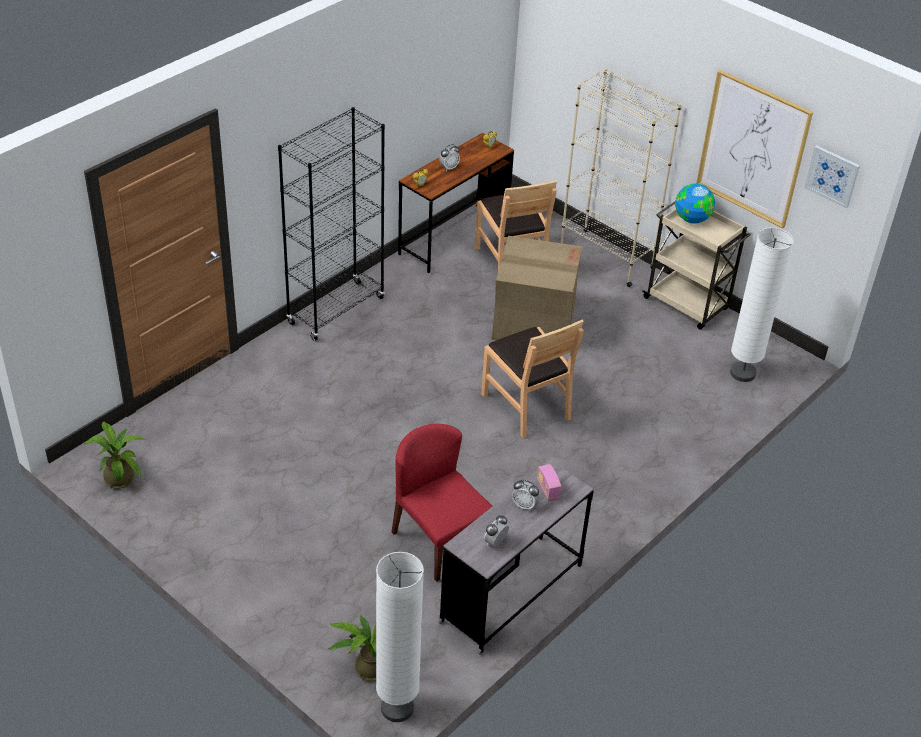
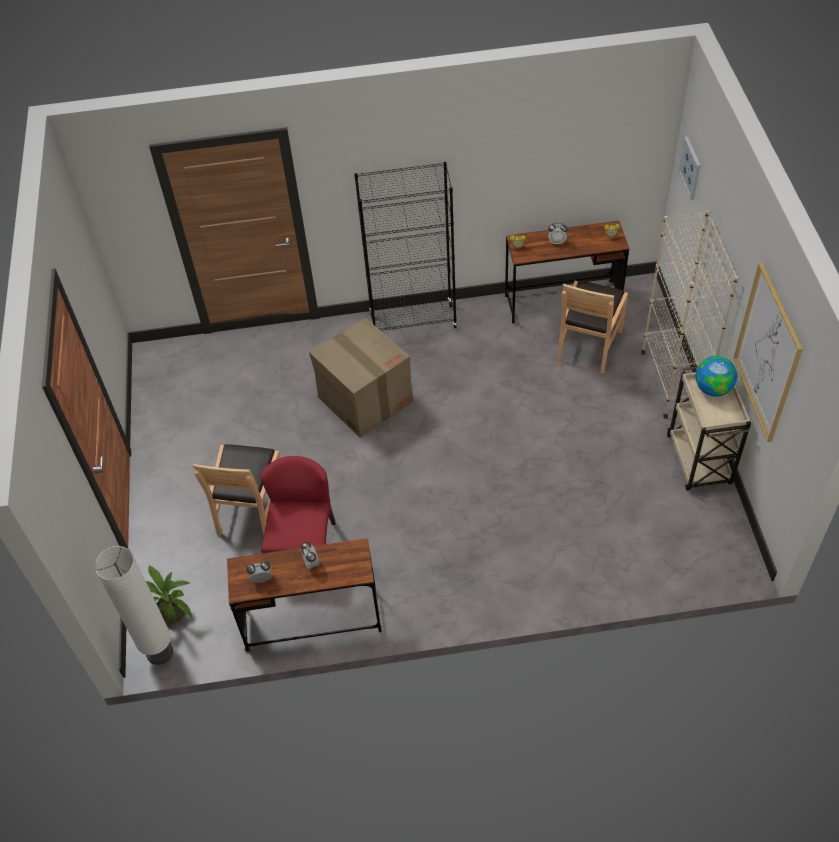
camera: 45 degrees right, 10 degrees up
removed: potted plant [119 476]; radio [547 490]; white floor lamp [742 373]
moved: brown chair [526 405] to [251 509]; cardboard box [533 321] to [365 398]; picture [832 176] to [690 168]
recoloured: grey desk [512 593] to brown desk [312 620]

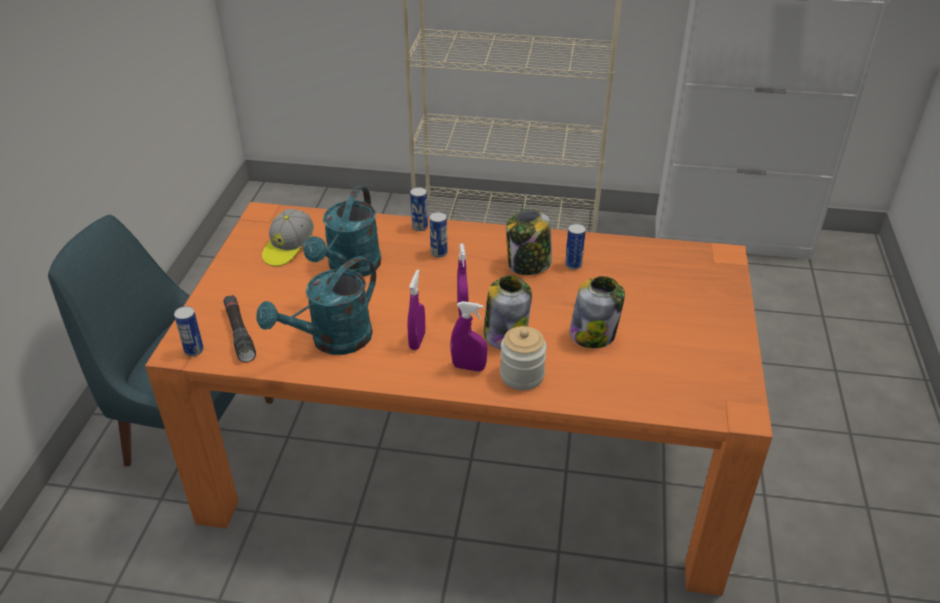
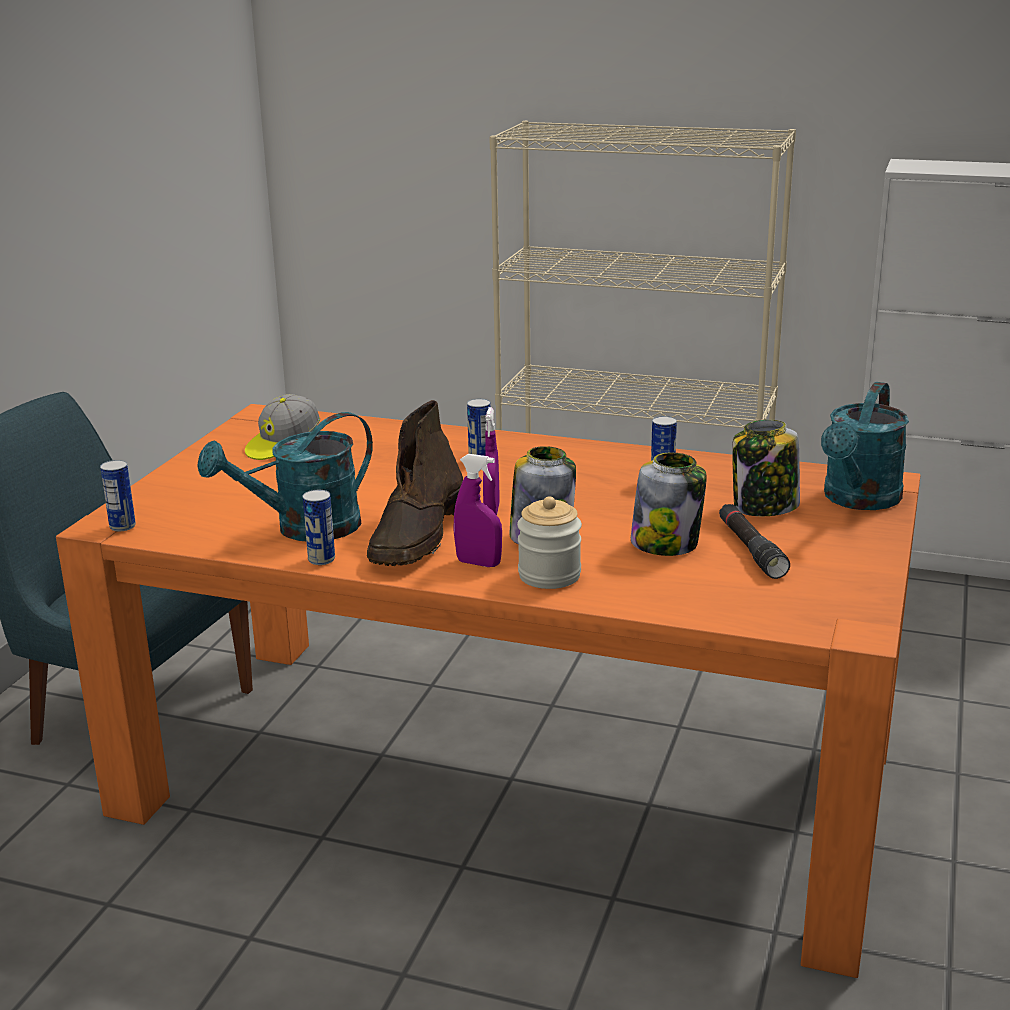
camera: 10 degrees right, 15 degrees down
moved: black flashlight [239 333] to [751 549]; turquoise watering can [350 269] to [858 500]; can [420 227] to [321 559]; jar [528 265] to [764 507]
replaced: purple spray bottle [417 341] to brown boot [418 535]

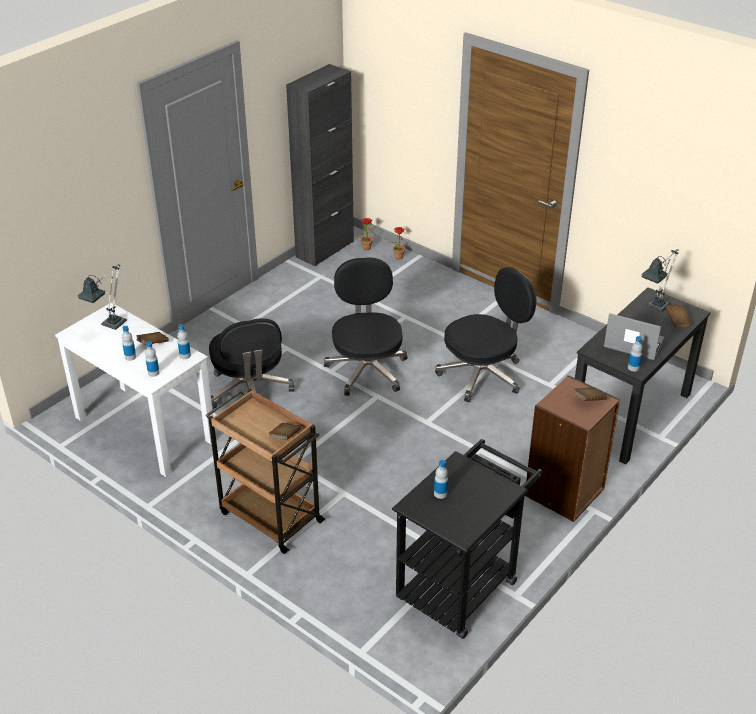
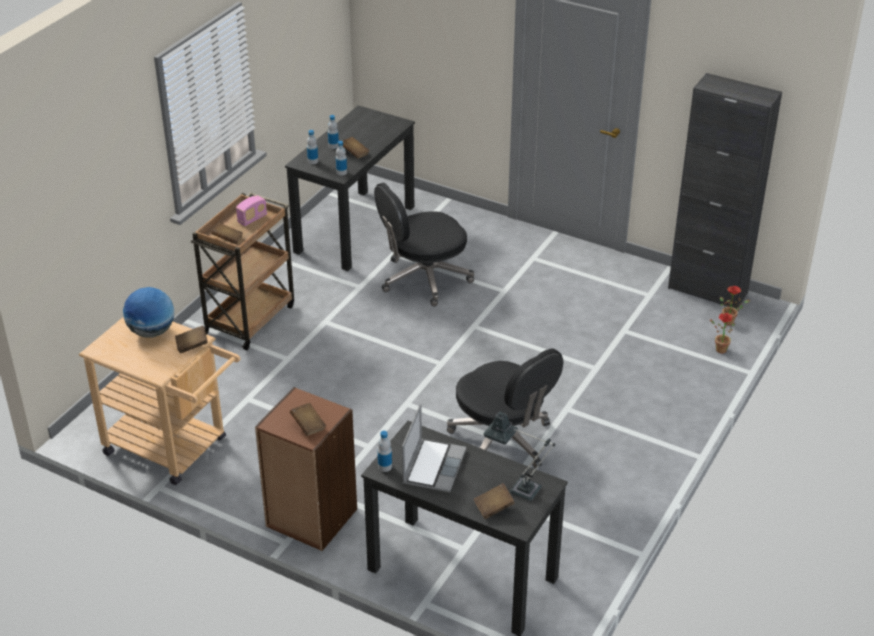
camera: 80 degrees right, 0 degrees up
removed: table lamp [110 326]; black office chair [367 369]
added: brown book [192 346]; radio [252 219]
replaced: bottle [440 494] to globe [152 332]
recoloured: white desk [144 428] to black desk [355 228]; black cart [462 583] to beige cart [174 449]

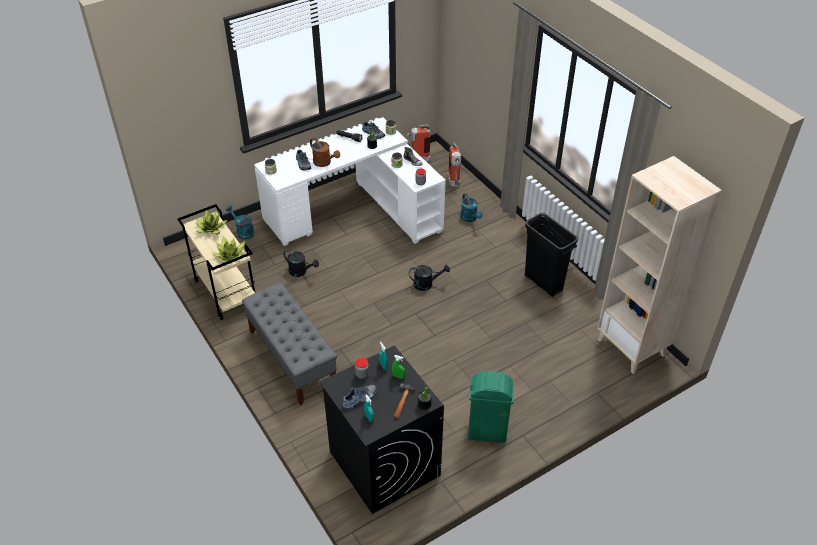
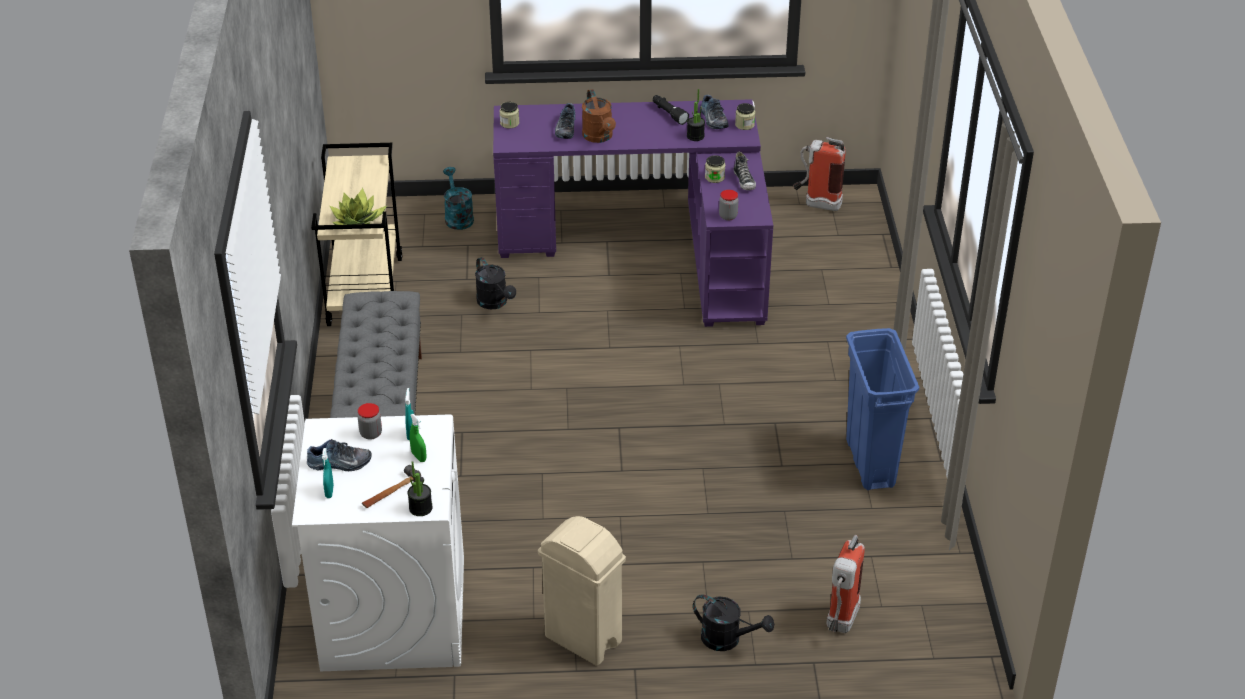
camera: 30 degrees right, 5 degrees down
removed: potted plant [211 229]; turquoise watering can [470 218]; beige bookcase [632 347]
moved: black watering can [426 284] to [728 639]; fire extinguisher [454 184] to [840 624]
recoloured: white desk [356 211] to purple desk [652 246]; black washing machine [384 463] to white washing machine [393 612]; green trash can [487 432] to beige trash can [583 640]; black trash can [543 282] to blue trash can [870 463]

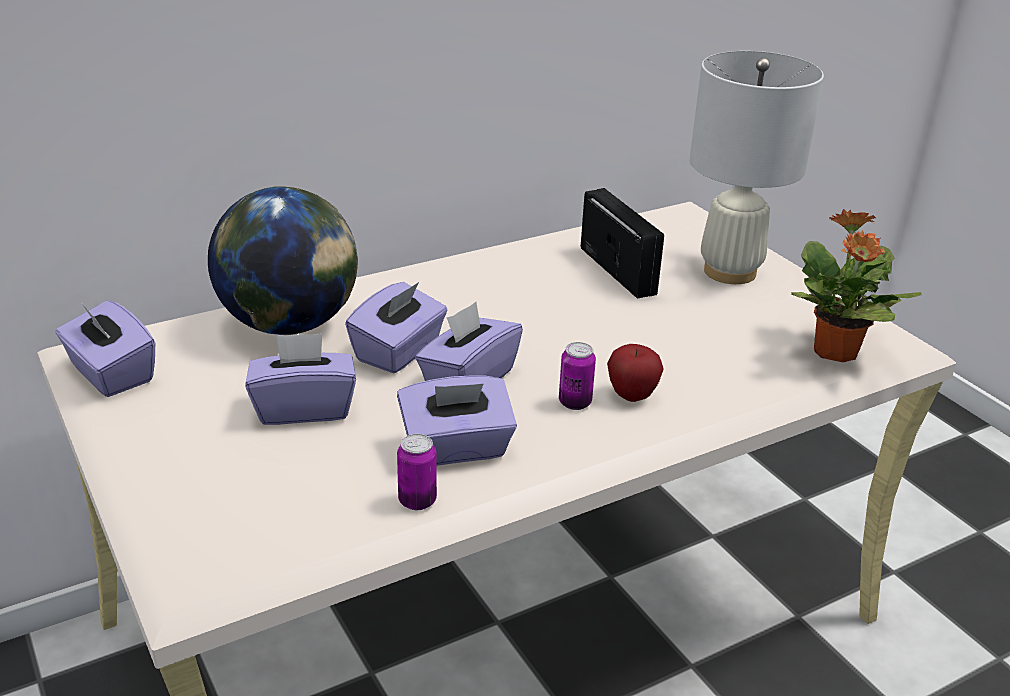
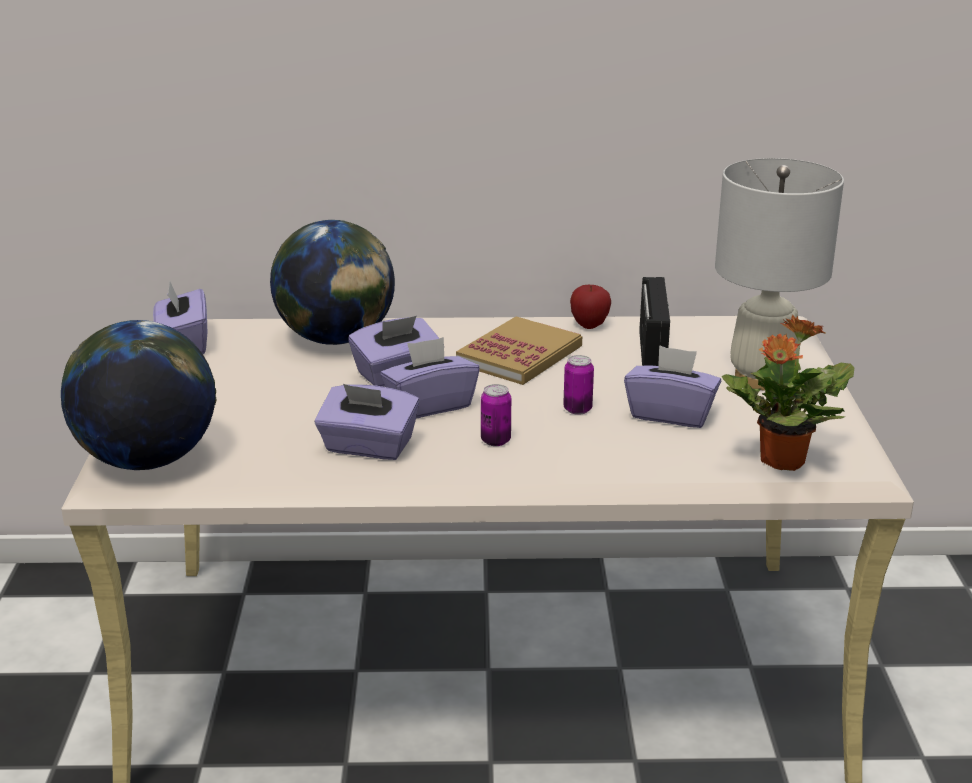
camera: 30 degrees right, 5 degrees down
added: globe [148 460]; book [519 355]
moved: purple tissue box [304 408] to [671 414]; can [417 501] to [577 409]; apple [631 396] to [589 326]

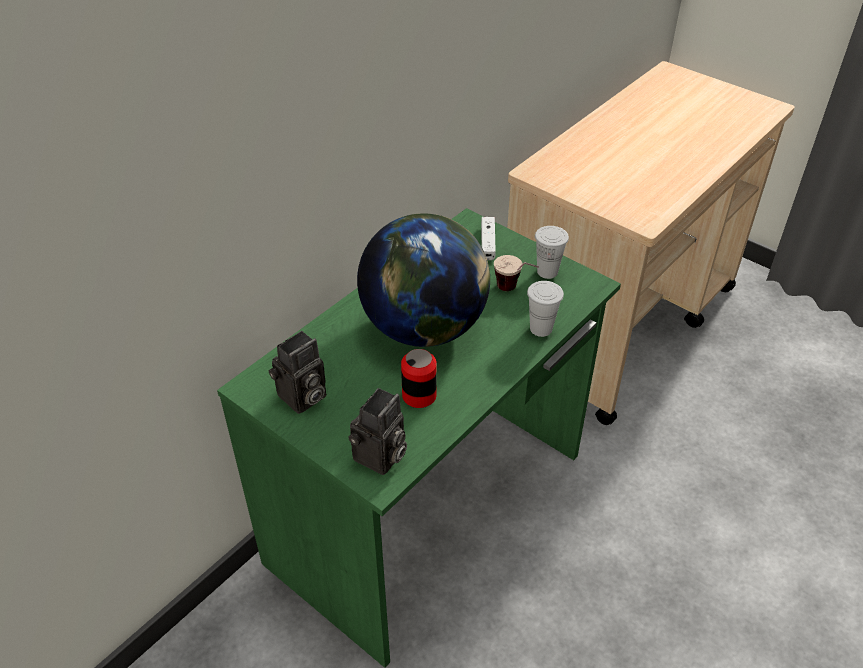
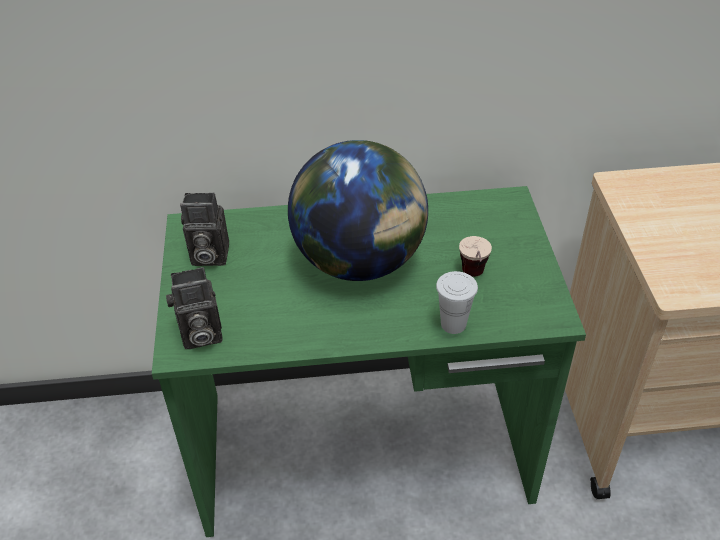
camera: 45 degrees right, 0 degrees up
removed: can [419 396]; white game controller [487 243]; white cup [547 272]

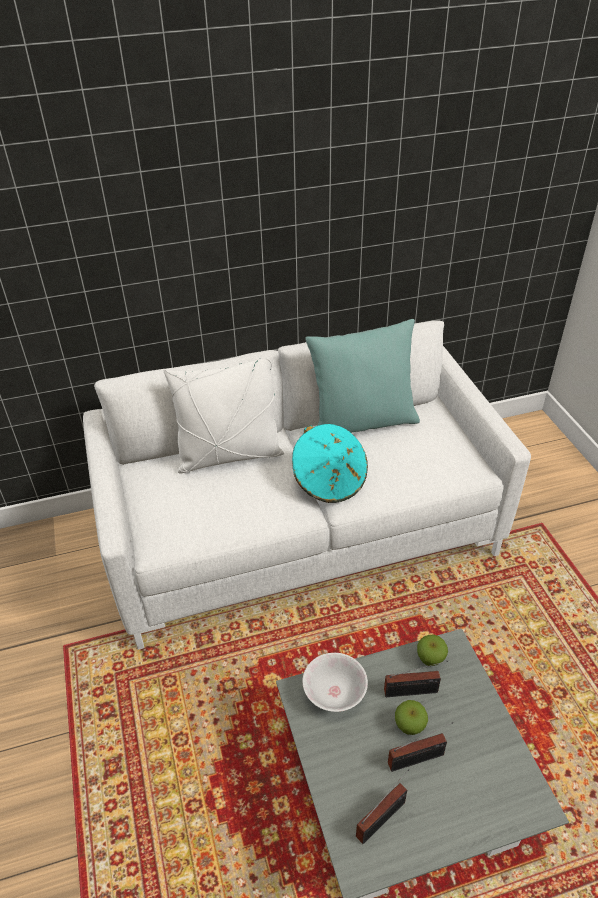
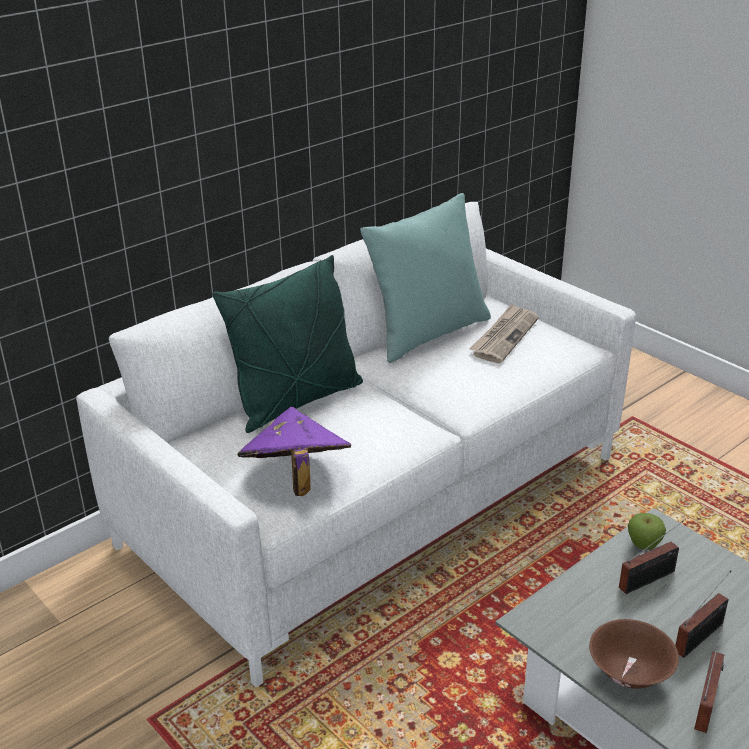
camera: 25 degrees left, 10 degrees down
removed: turquoise hat [329 481]; white bowl [334 693]; apple [409 726]
added: purple hat [295 479]; newspaper [504 336]; brown bowl [630 673]
recoloured: white pillow [229 456] to green pillow [297 401]

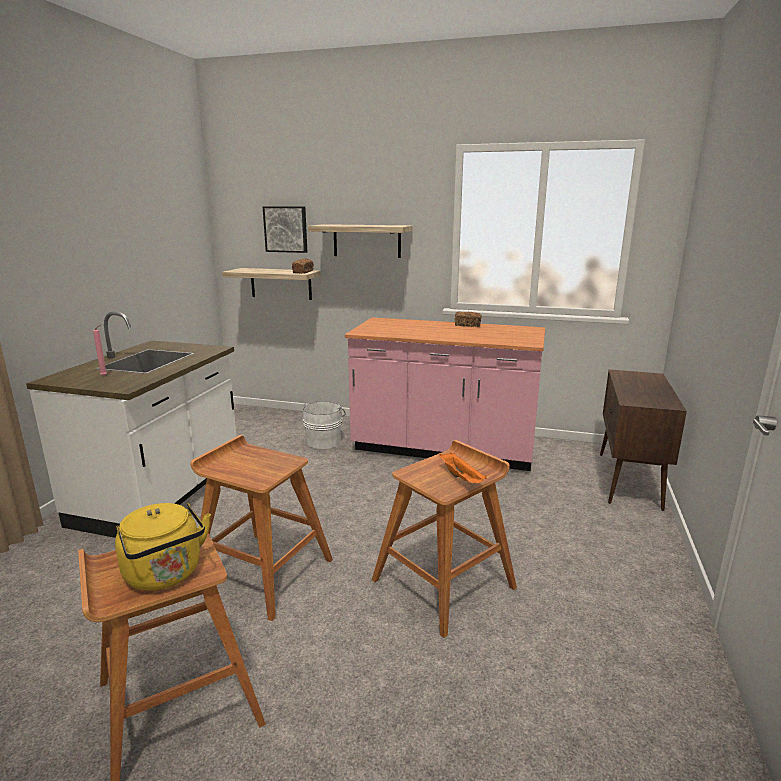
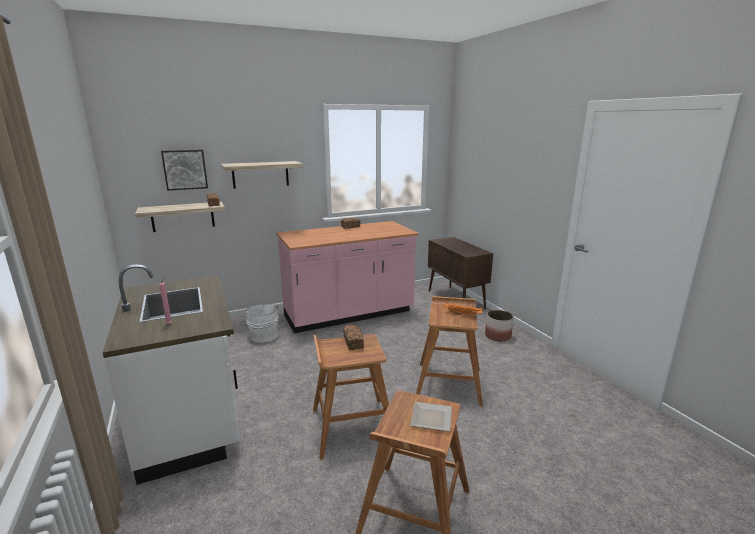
camera: 40 degrees left, 0 degrees up
added: bread [353 343]; planter [497 336]
replaced: yellow kettle [166 575] to plate [432 420]

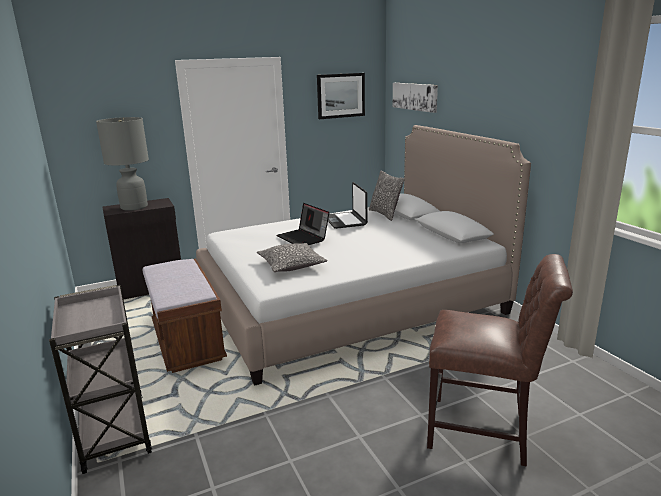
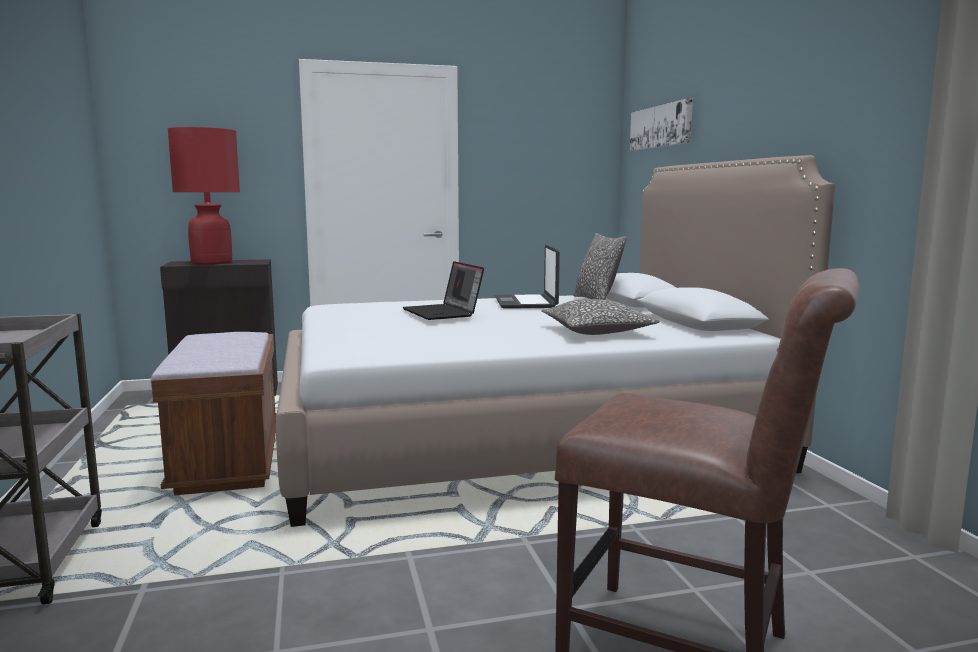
camera: 10 degrees right, 10 degrees down
removed: picture [340 95]
moved: pillow [291 265] to [597 331]
recoloured: grey table lamp [134 207] to red table lamp [211 263]

